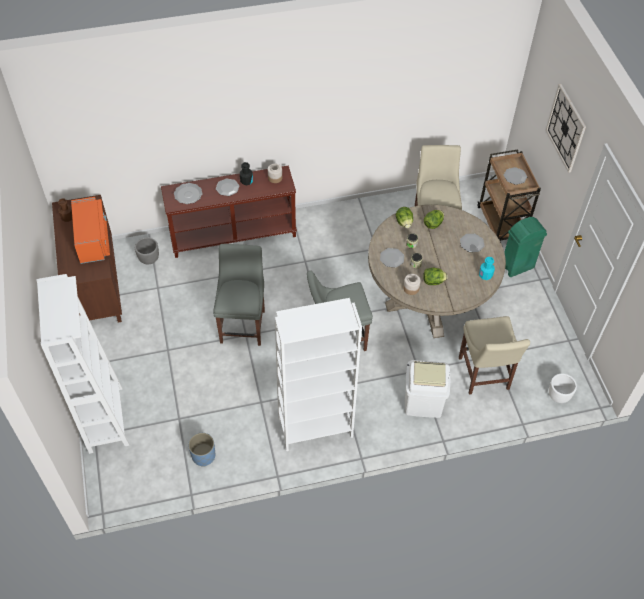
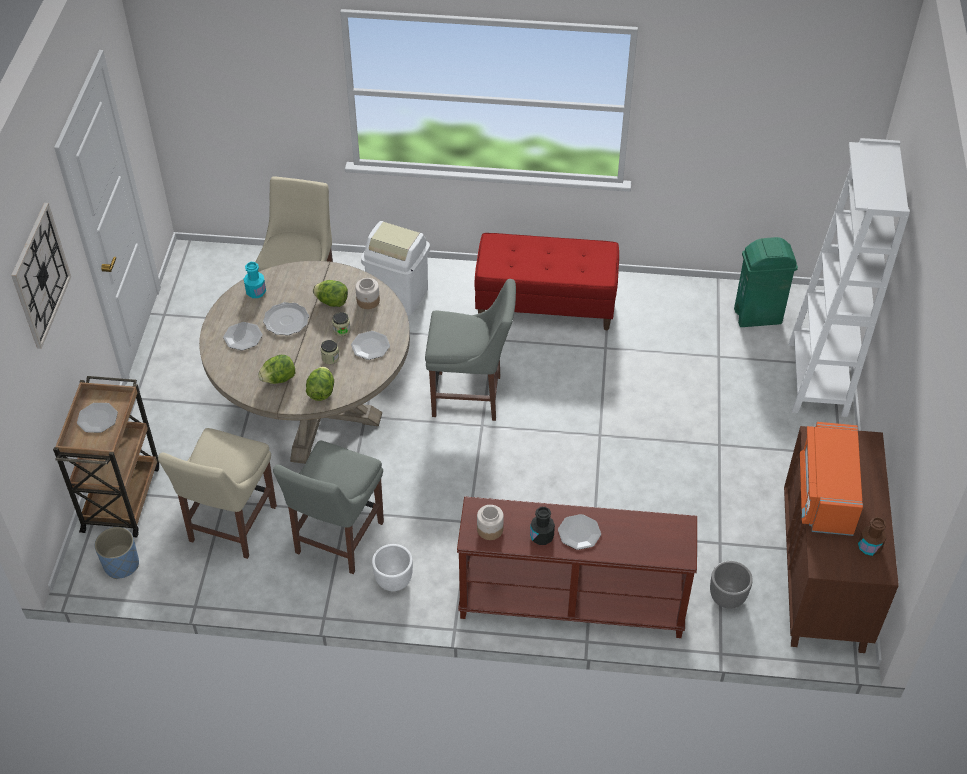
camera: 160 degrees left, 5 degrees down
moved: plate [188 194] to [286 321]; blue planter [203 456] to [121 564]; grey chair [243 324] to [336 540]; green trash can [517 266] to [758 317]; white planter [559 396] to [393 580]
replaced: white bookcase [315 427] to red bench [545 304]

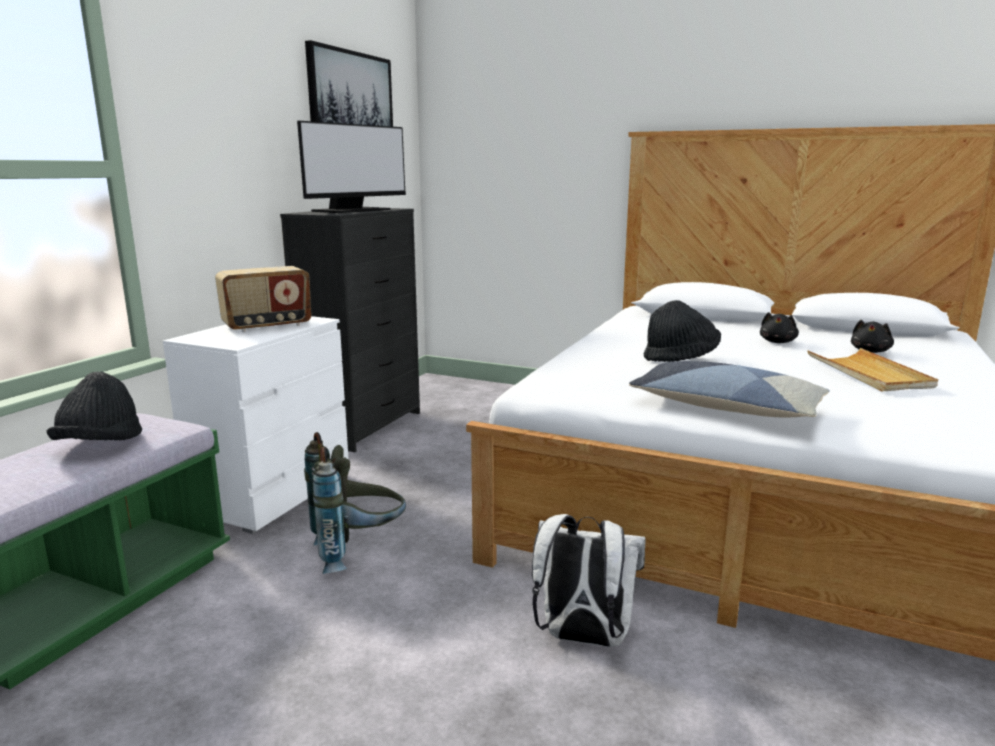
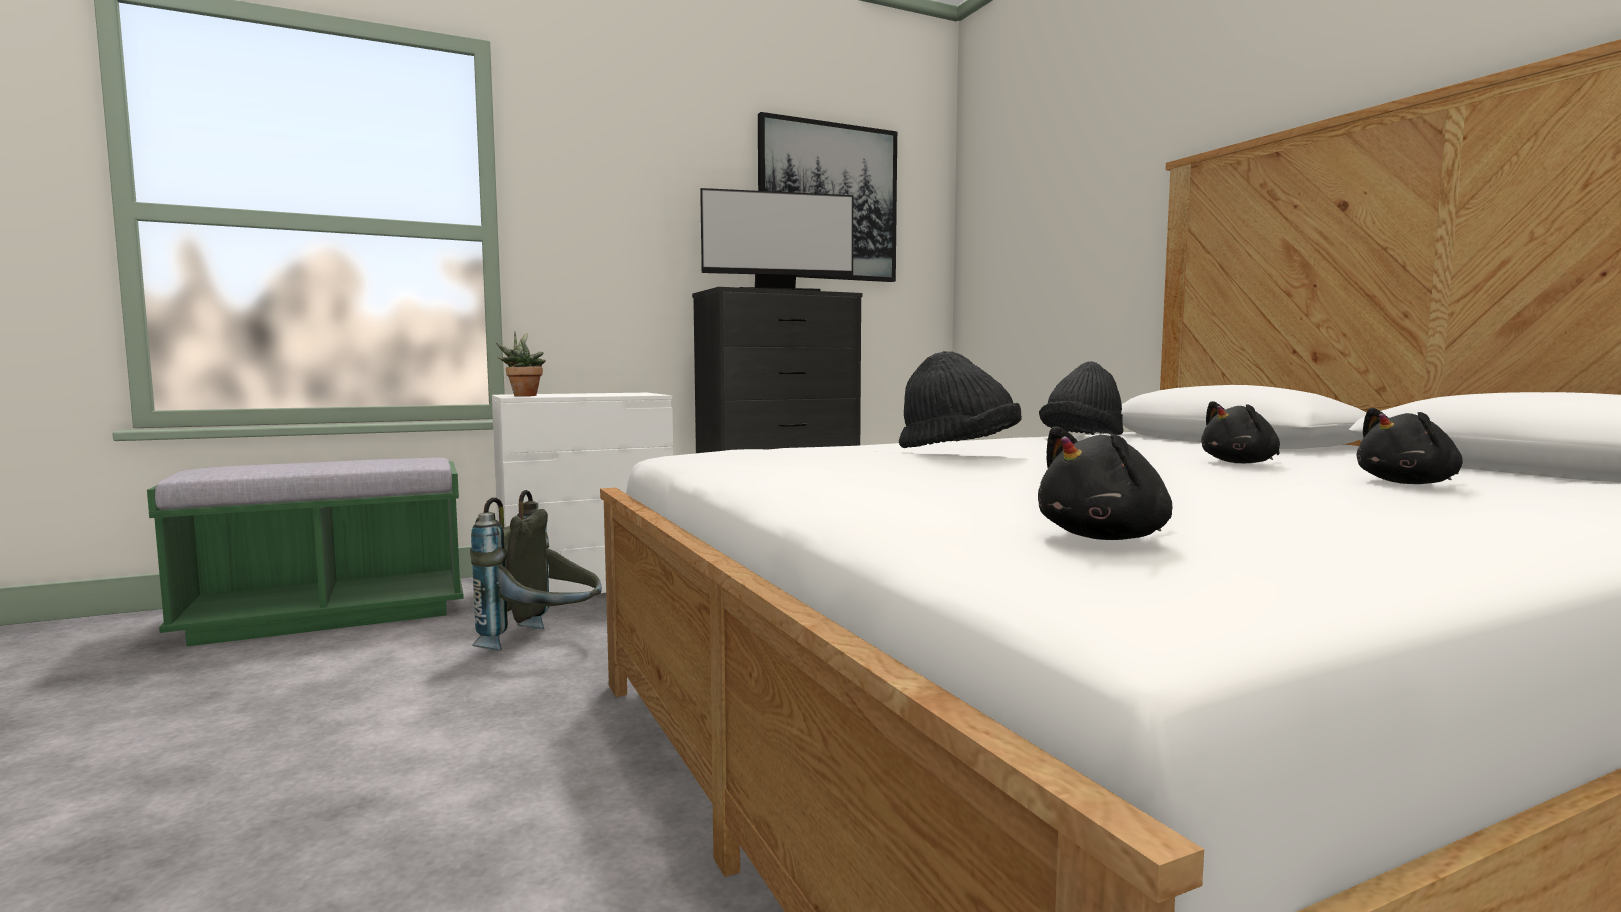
camera: 40 degrees right, 10 degrees down
removed: radio [267 326]; white backpack [582 638]; pillow [725 407]; beige tray [869 374]
added: potted plant [523 395]; black plush toy [1108 538]
moved: black hat [100 445] to [1082 438]

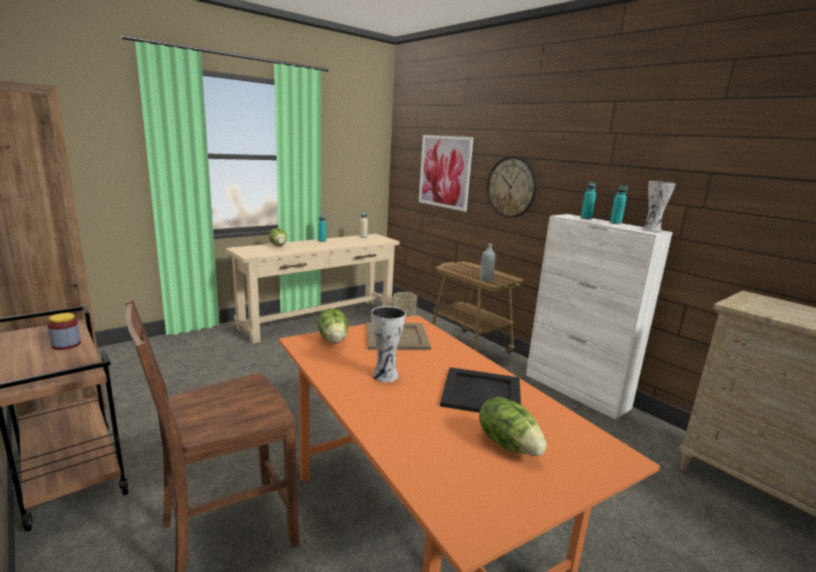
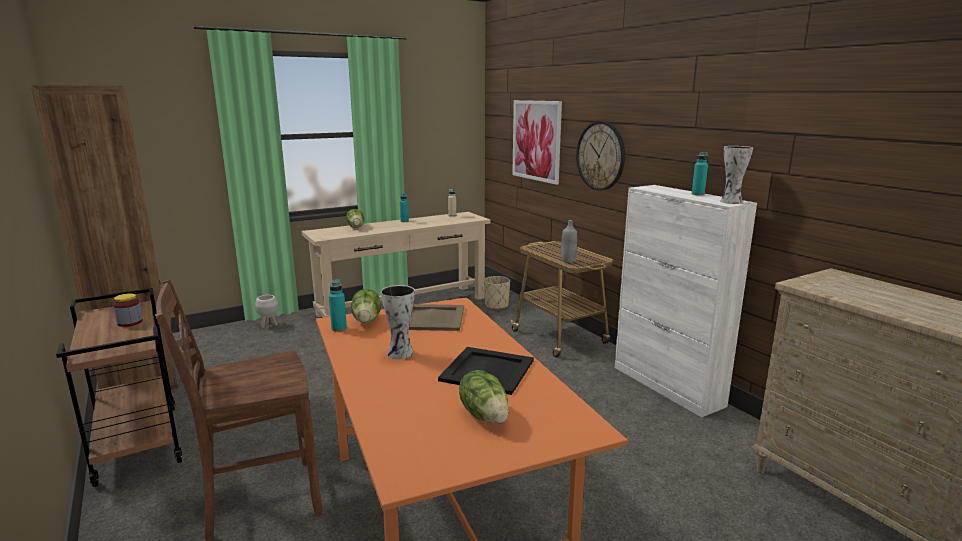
camera: 10 degrees right, 0 degrees up
added: white planter [269 325]
moved: turquoise bottle [586 218] to [339 328]

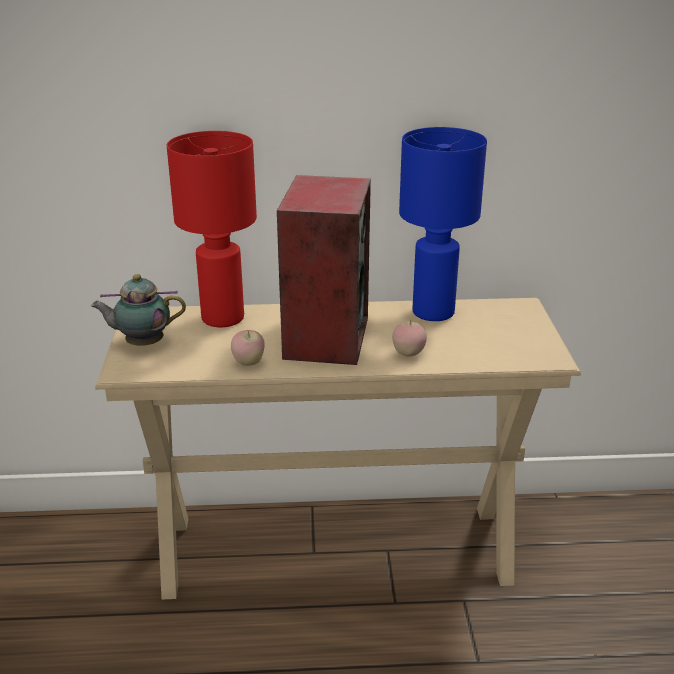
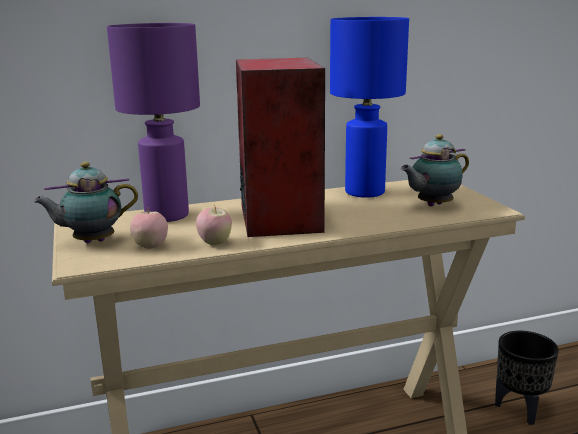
camera: 15 degrees left, 10 degrees down
added: teapot [432 205]; black planter [520 409]
moved: apple [408 354] to [150 247]
recoloured: red table lamp [223 317] to purple table lamp [167 215]

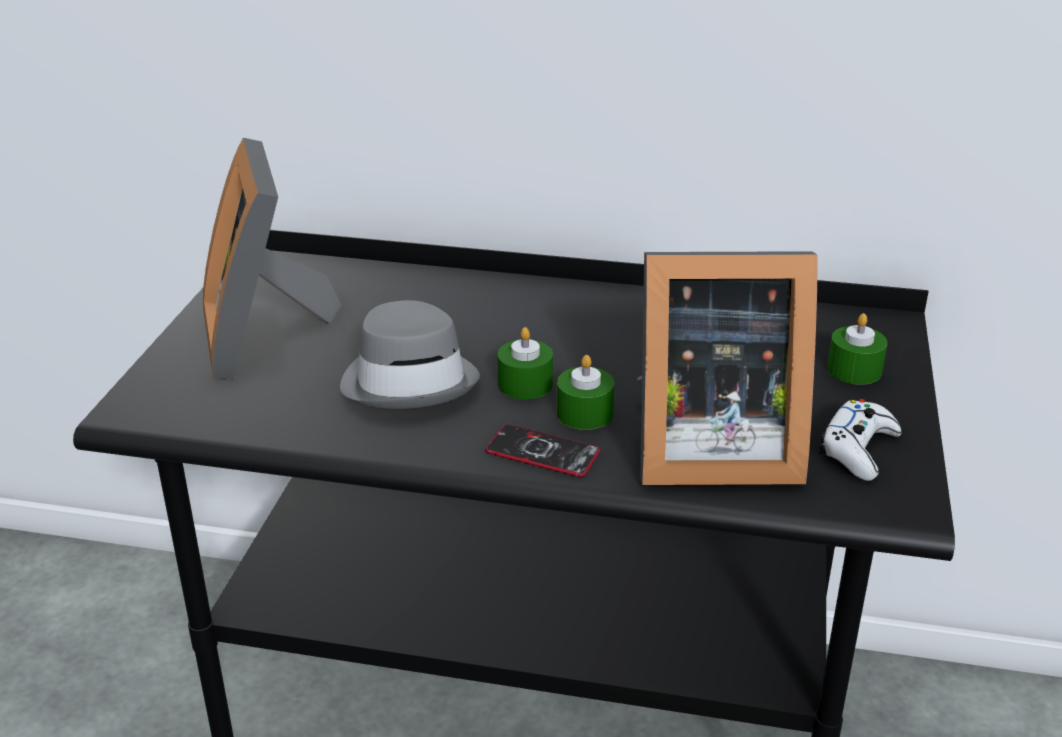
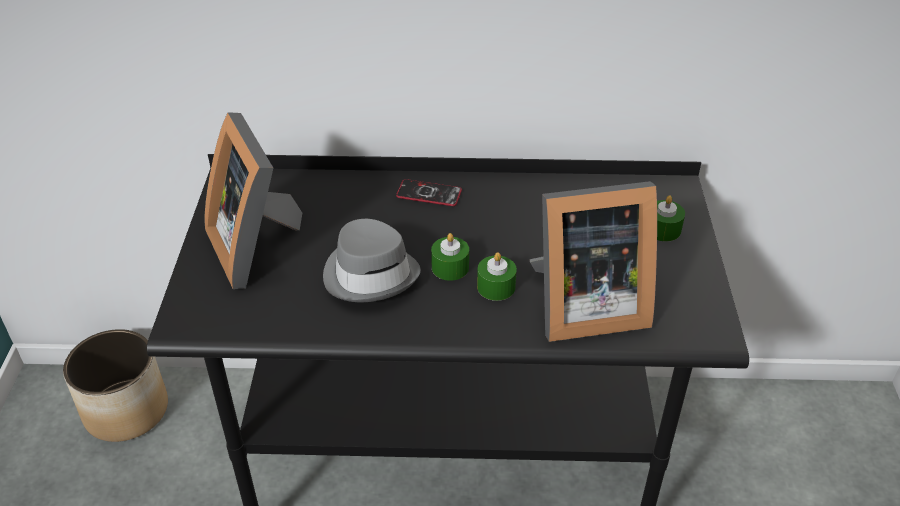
camera: 10 degrees left, 10 degrees up
removed: white game controller [858 449]
added: planter [127 410]
moved: phone [542 452] to [429 194]

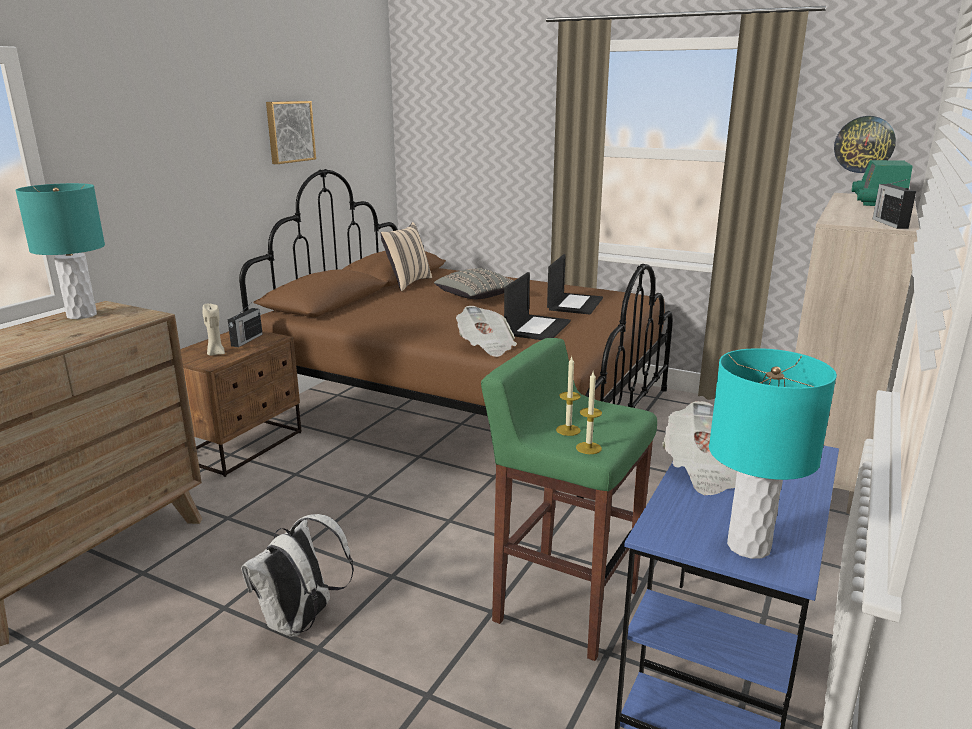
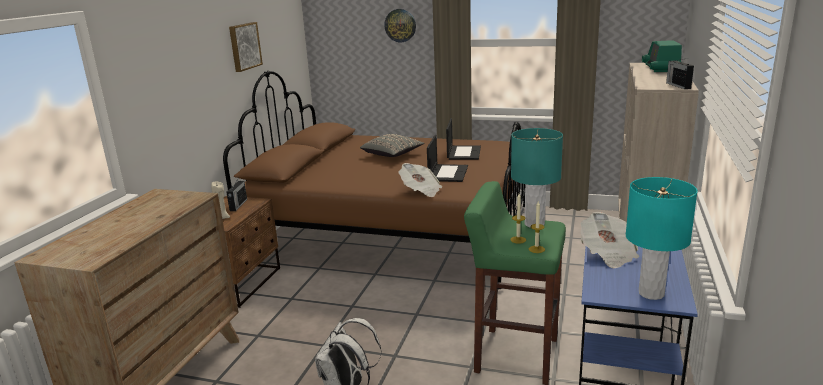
camera: 10 degrees left, 0 degrees up
removed: beige pillow [407 283]
moved: turquoise table lamp [82 315] to [534 224]; wall clock [864 144] to [400 25]

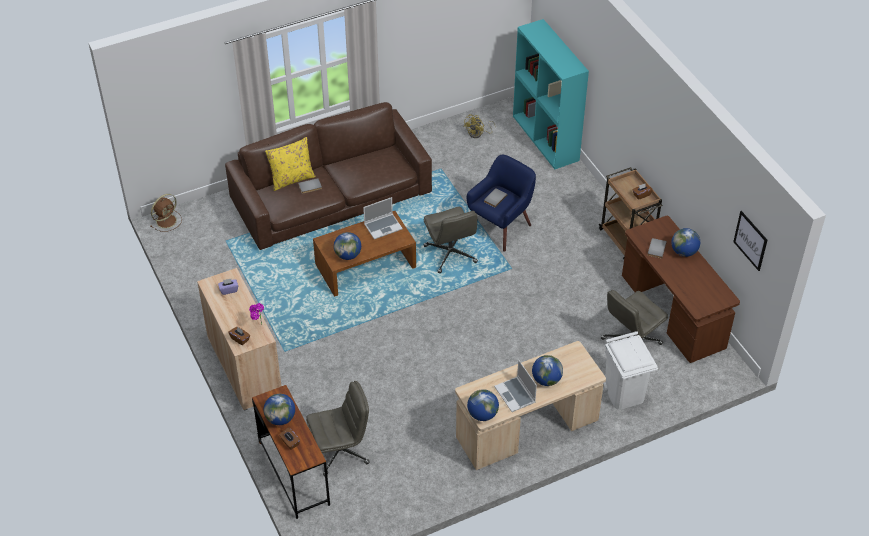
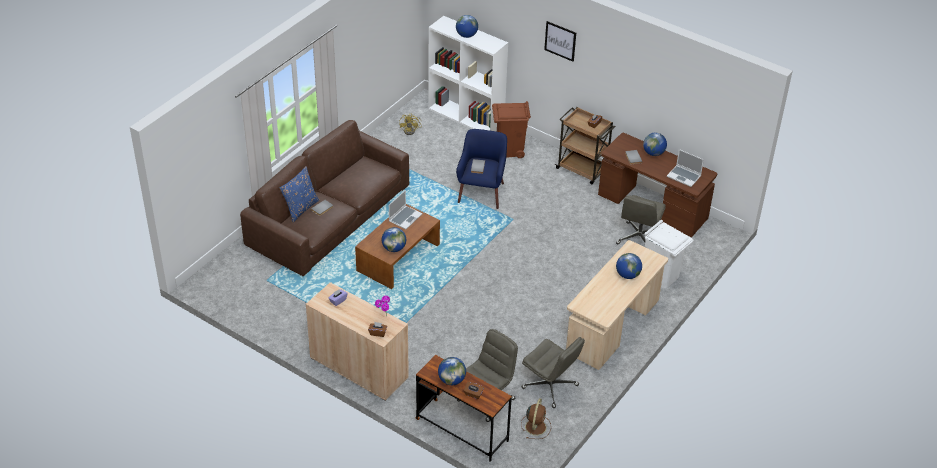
camera: 30 degrees left, 5 degrees down
added: brown trash can [509 149]
moved: brown fan [167 220] to [536 426]; grey office chair [450 254] to [550 387]; globe [482 414] to [466 35]; laptop [515 395] to [684 176]; picture [750 240] to [560 41]
recoloured: yellow pillow [292 179] to blue pillow [300 208]; turquoise bookcase [546 138] to white bookcase [466 117]

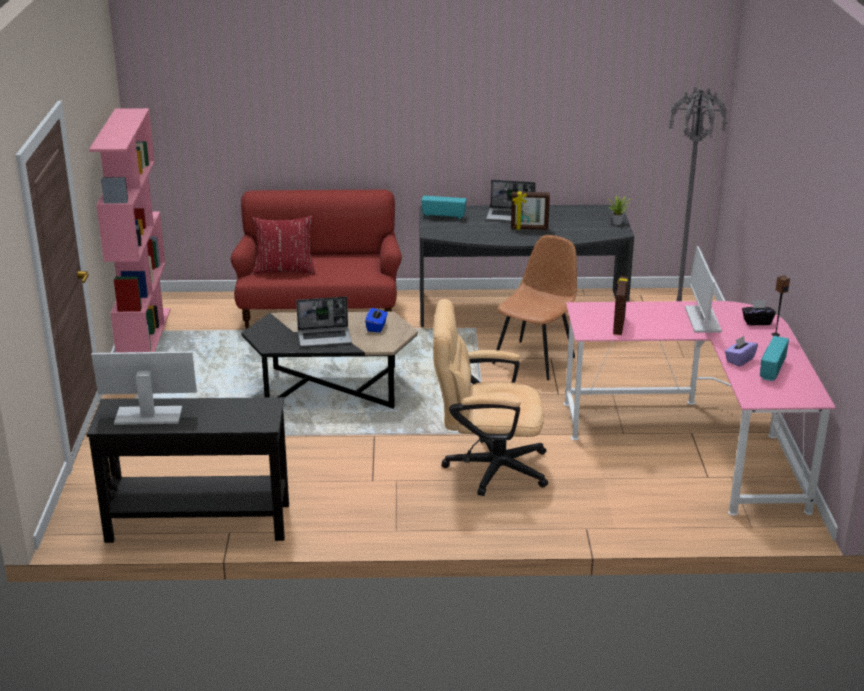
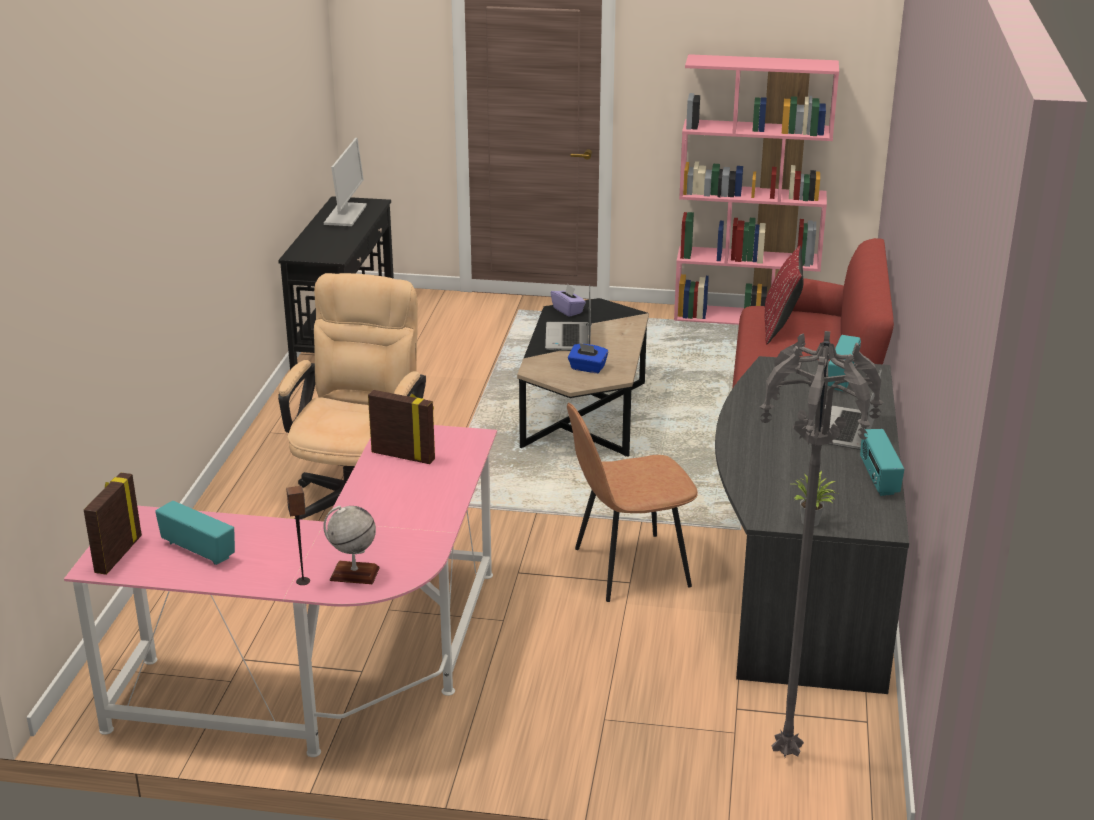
camera: 100 degrees right, 0 degrees up
removed: monitor [702 319]
added: radio [878 479]
moved: picture frame [529 228] to [117 554]; purple tissue box [739 360] to [568 310]
replaced: black tissue box [757 322] to globe [354 574]
turned: brown chair [535 359] = [628 568] 120 degrees clockwise

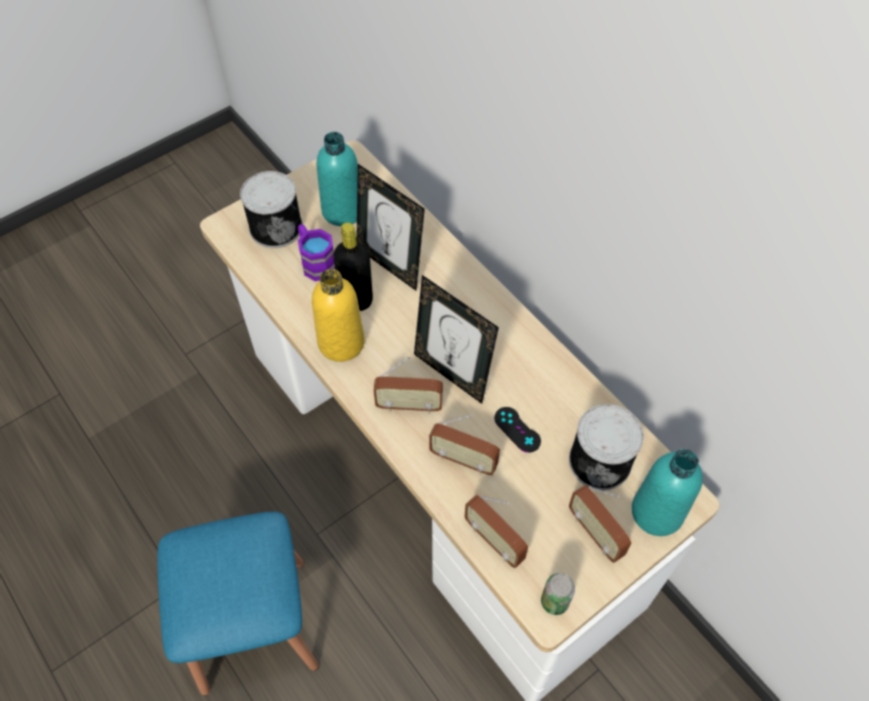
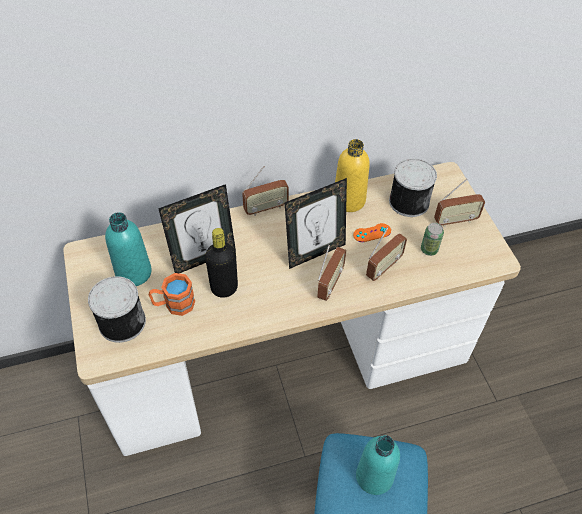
camera: 70 degrees left, 5 degrees down
moved: yellow bottle [341 342] to [349 200]; radio [494 540] to [265 208]; can [554 602] to [429 249]; turquoise bottle [657 512] to [374 476]
recoloured: purple mug [315 262] to orange mug [174 304]; black game controller [517 429] to orange game controller [372 233]

